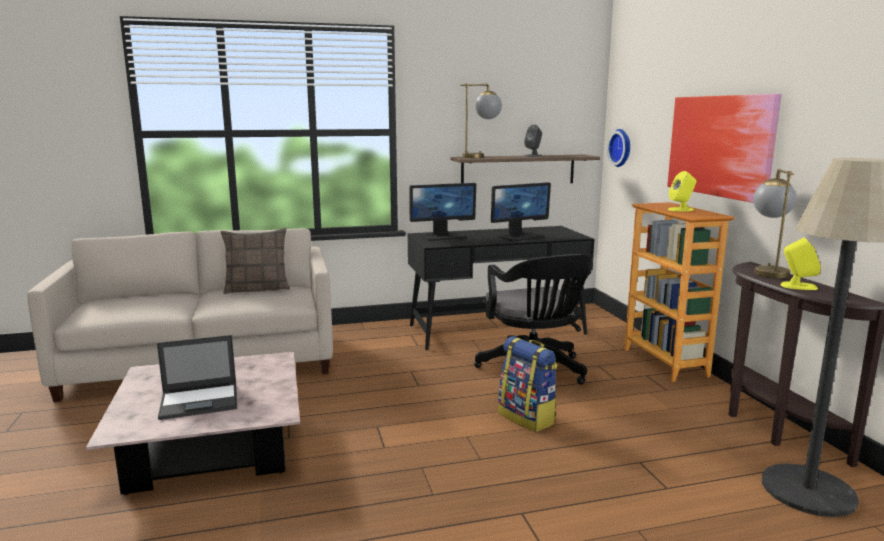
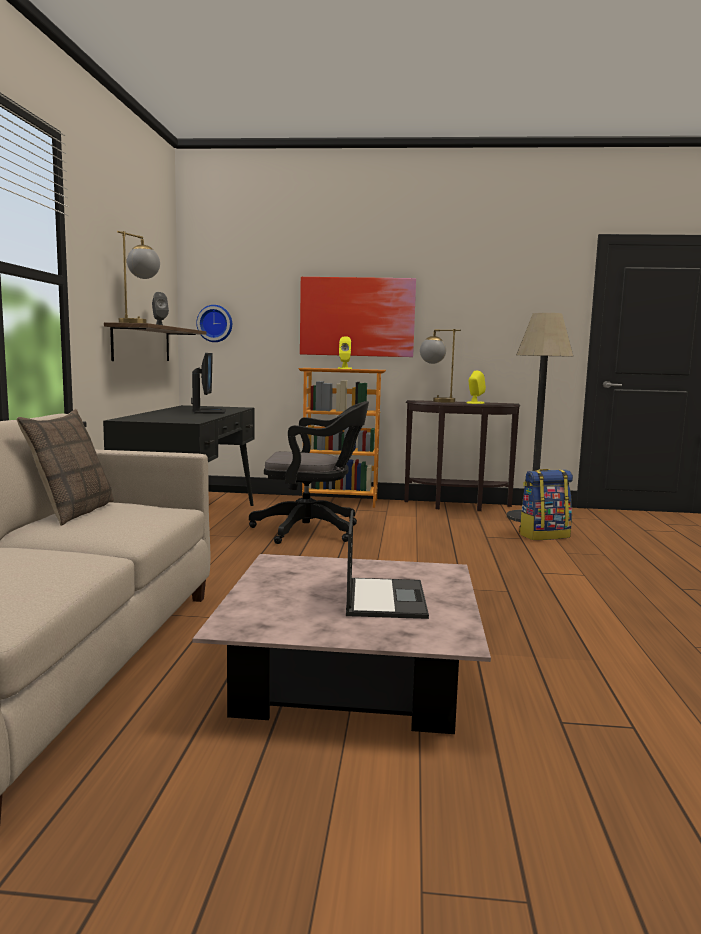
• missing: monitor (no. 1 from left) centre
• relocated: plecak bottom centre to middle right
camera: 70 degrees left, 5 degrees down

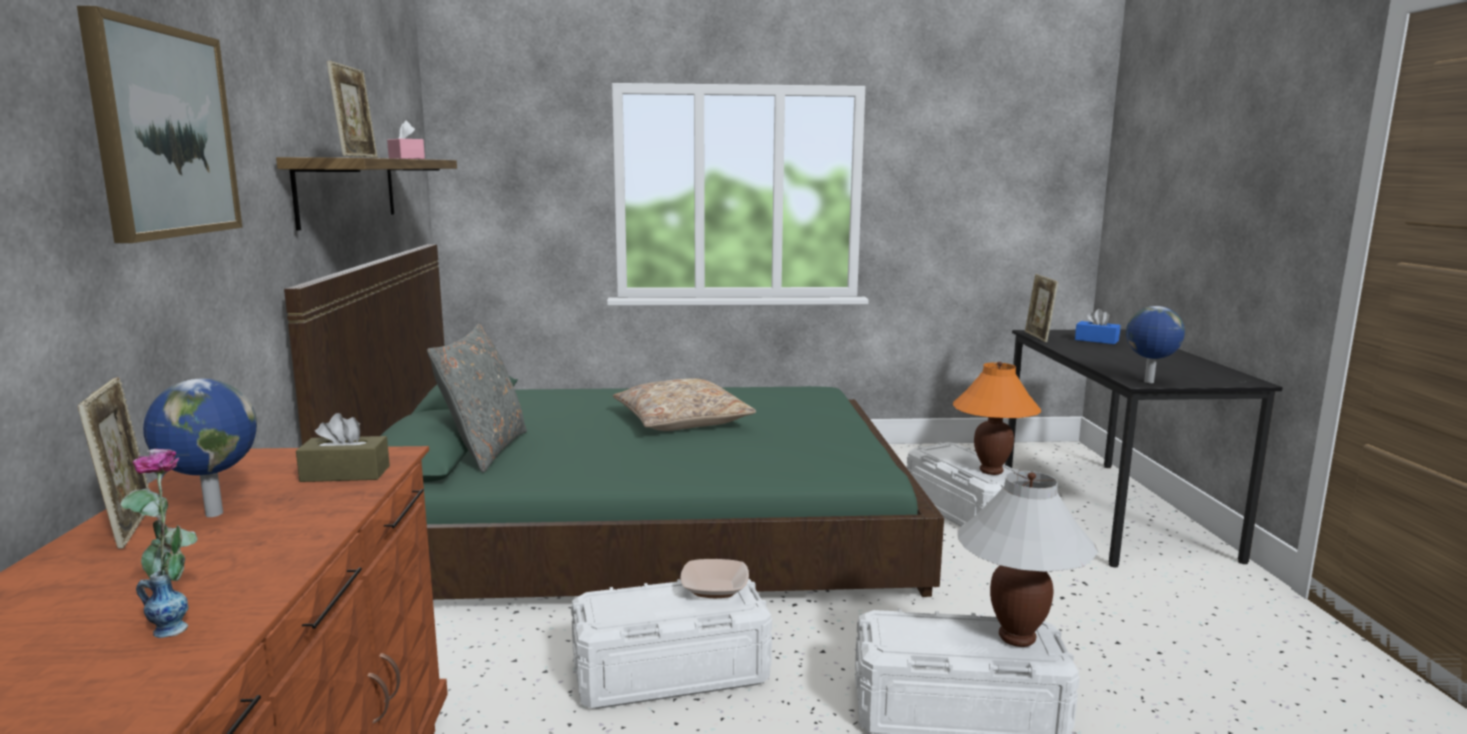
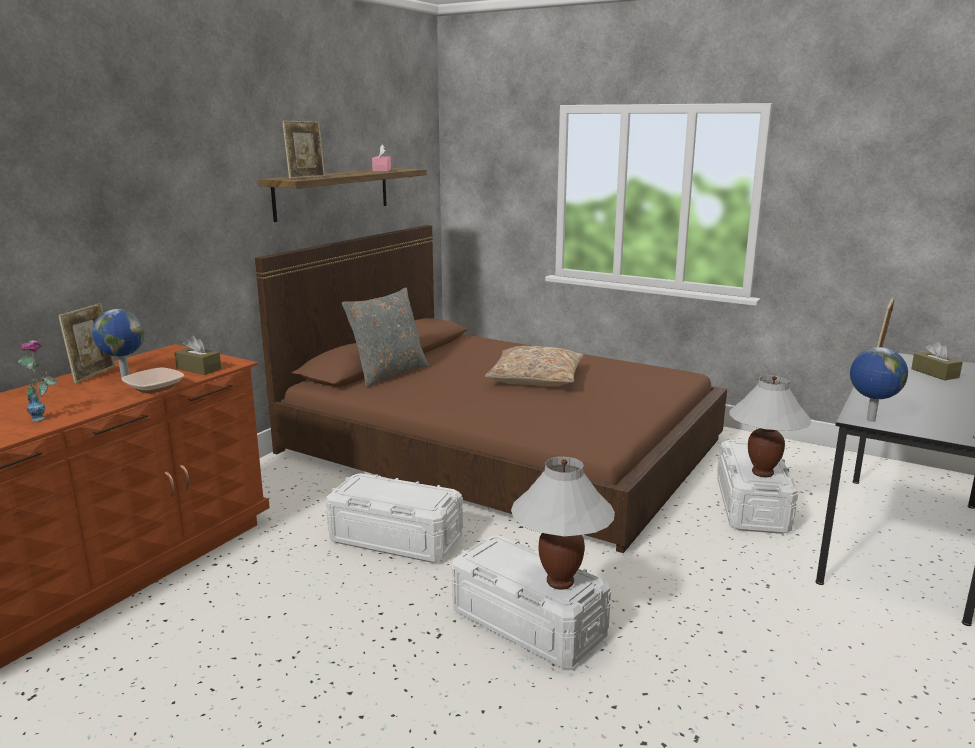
• missing: obraz top left
• colour: łóżko (zielony) centre to łóżko (brązowy) centre
• relocated: miska bottom centre to middle left
• colour: lampa stołowa (pomarańczowy) middle right to lampa stołowa (biały) (no. 2 from left) middle right
• colour: pudełko chusteczek (niebieski) middle right to pudełko chusteczek (brązowy) (no. 2 from left) middle right
camera: 35 degrees right, 5 degrees up

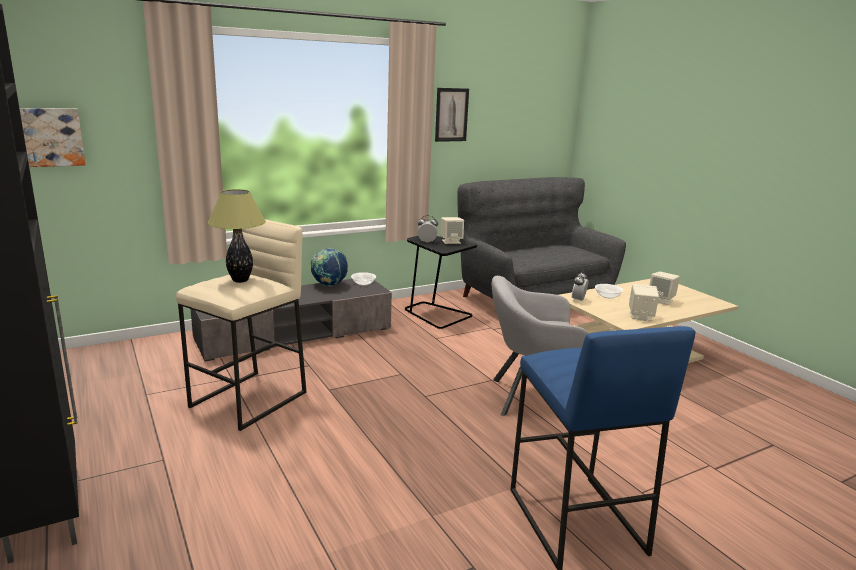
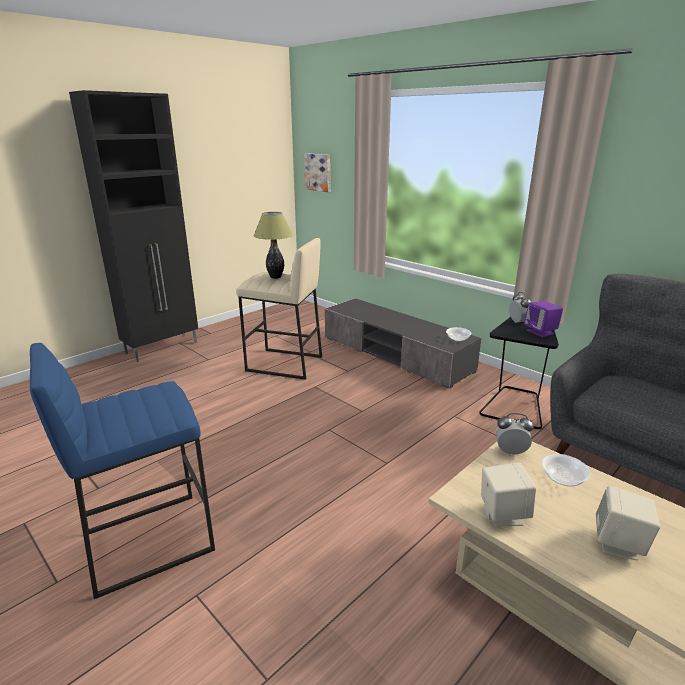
• missing: globus centre
• missing: obraz (no. 2 from left) top centre
• colour: głośnik (beżowy) (no. 1 from left) centre to głośnik (fioletowy) middle right
• missing: fotel (szary) centre
camera: 75 degrees right, 5 degrees up

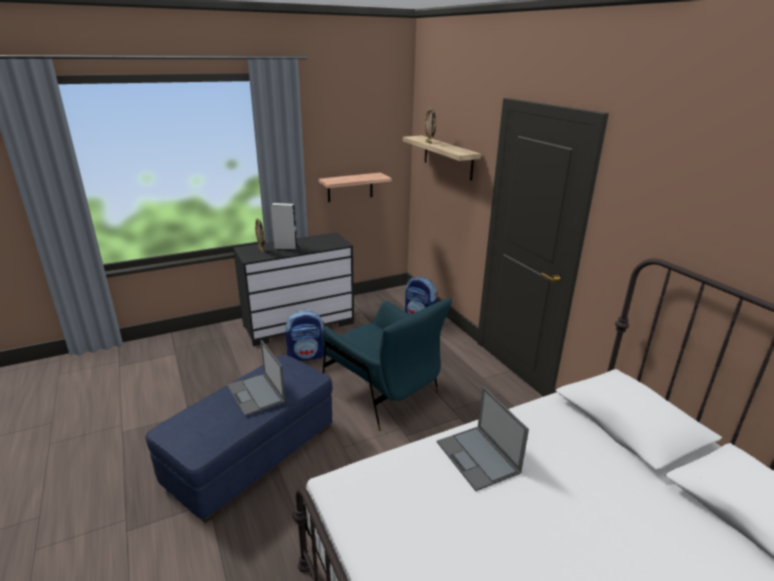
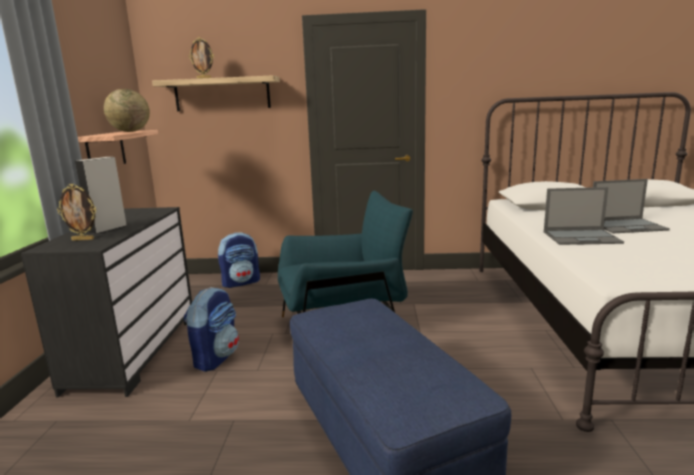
• relocated: laptop (no. 1 from left in the first image) middle left to laptop (no. 2 from left) middle right
• appeared: globus top left
camera: 60 degrees left, 10 degrees down

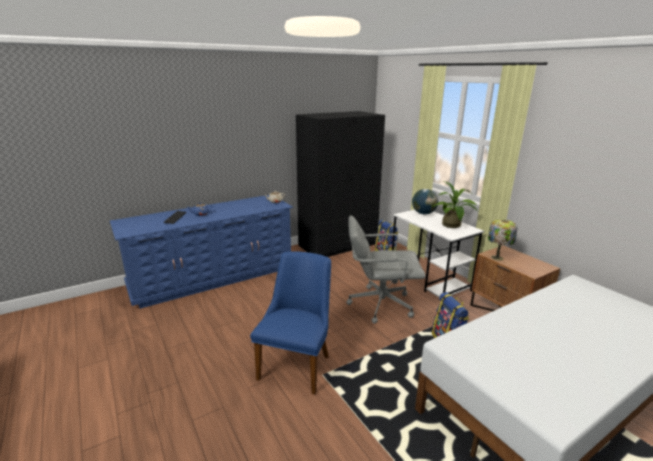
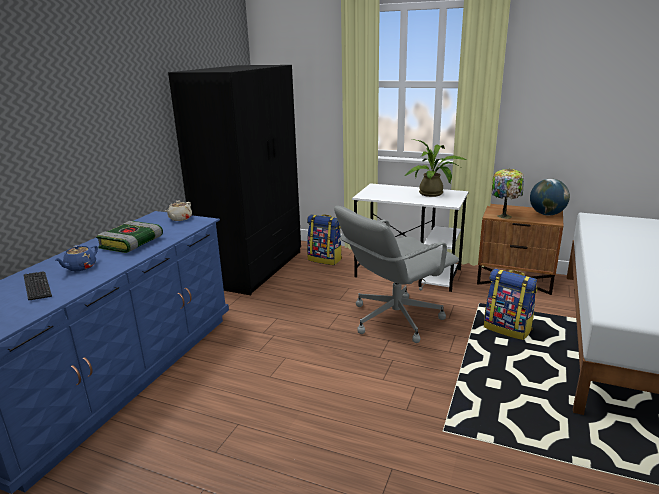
• missing: krzesło (niebieski) bottom centre
• relocated: globus centre to middle right
• appeared: książka middle left
camera: 35 degrees left, 0 degrees up

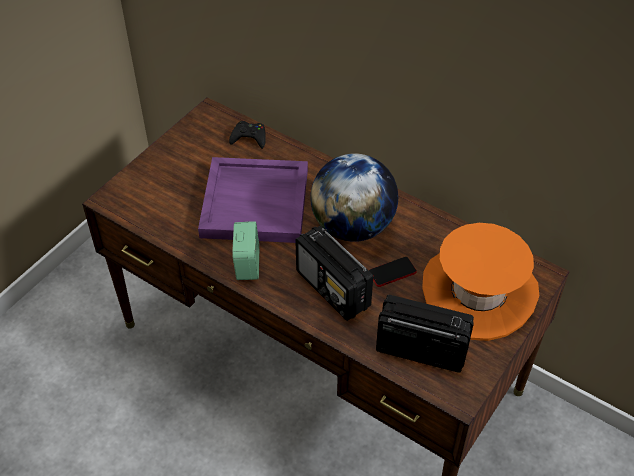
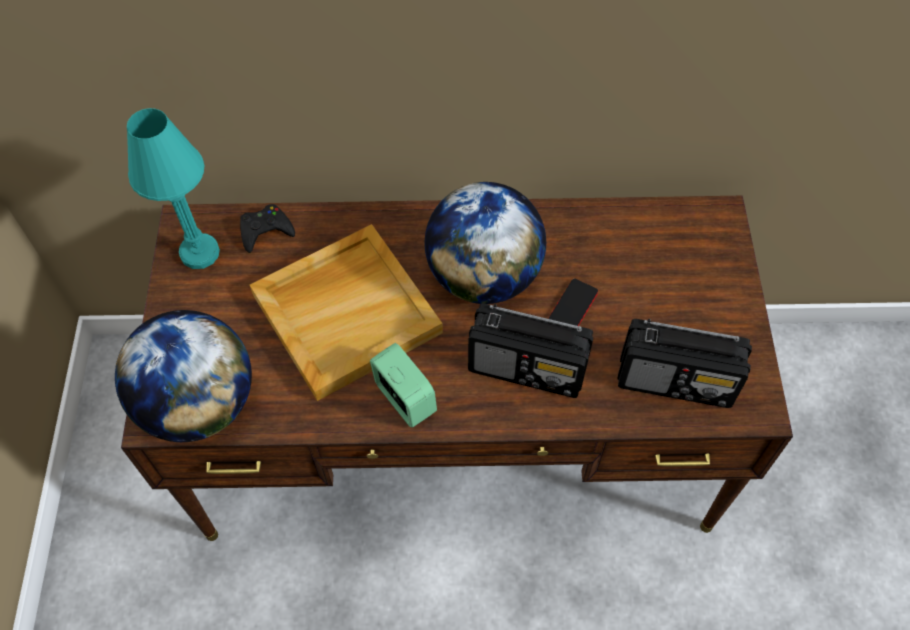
• colour: taca (fioletowy) centre to taca (beżowy) centre
• spun: radio (no. 2 from left) bottom right = middle right 150 degrees counterclockwise
• missing: kapelusz (pomarańczowy) middle right
• appeared: globus (no. 1 from left) middle left
• appeared: lampa stołowa (turkusowy) top left
camera: 35 degrees left, 10 degrees up

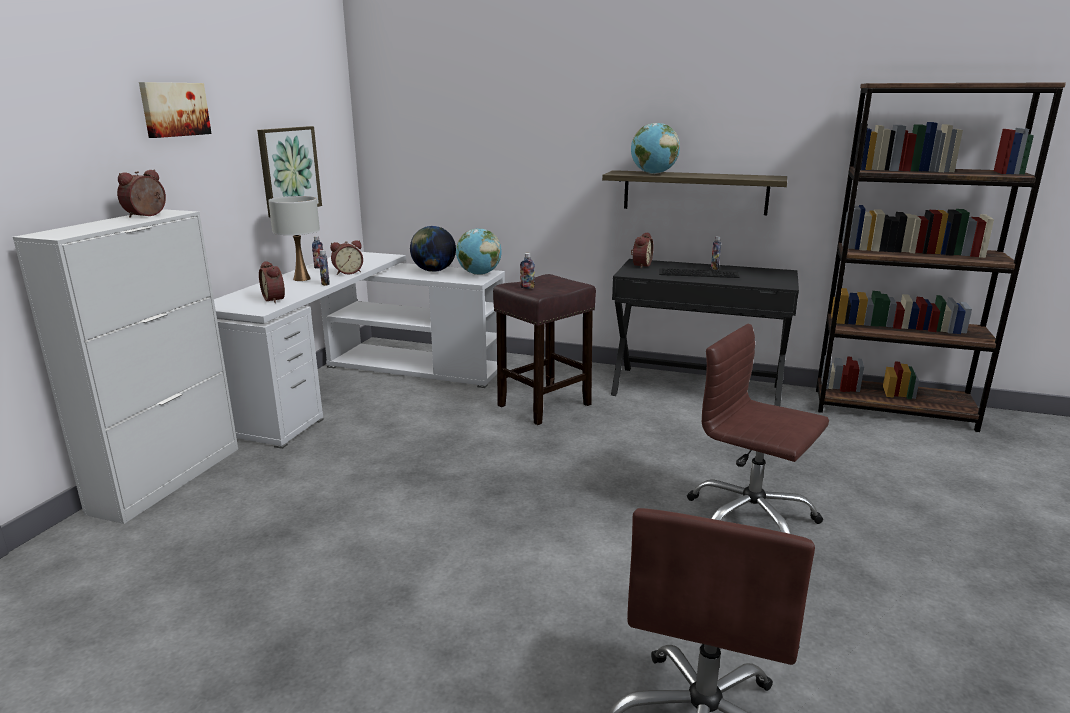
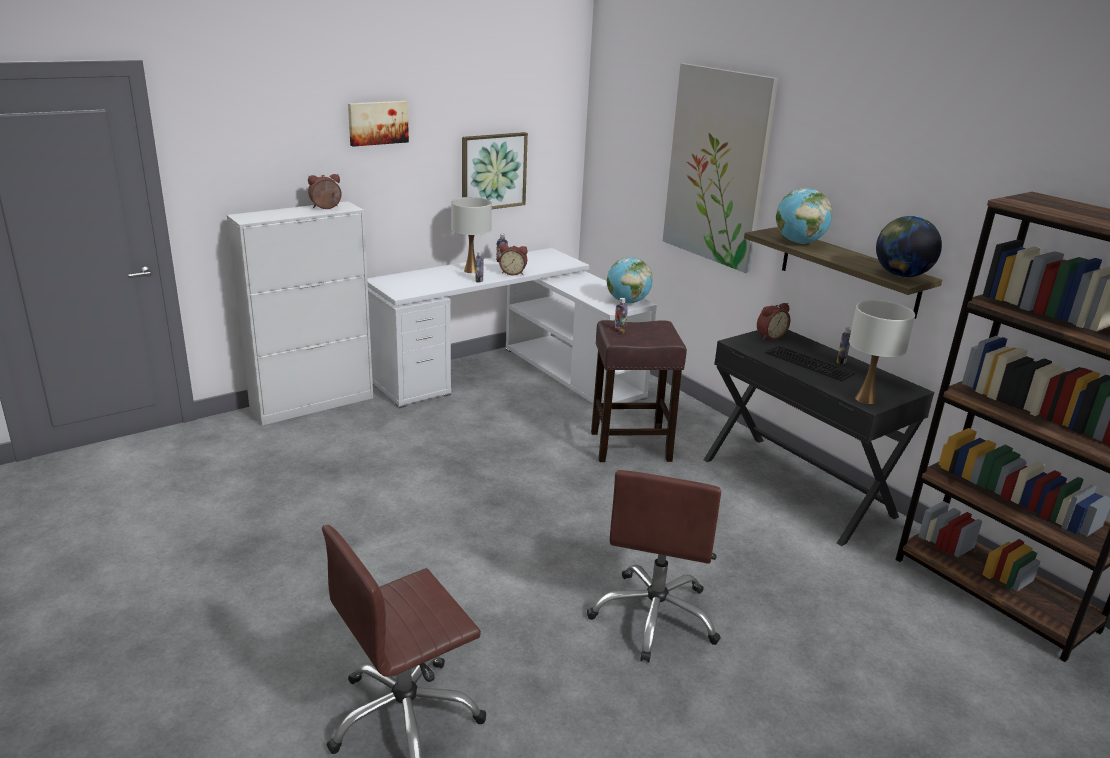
• missing: budzik (no. 2 from left) middle left
• relocated: globus (no. 1 from left in the first image) centre to globus (no. 3 from left) top right
• spun: krzesło biurowe (brązowy) (no. 2 from left) middle right = bottom centre 150 degrees counterclockwise
• appeared: obraz (no. 3 from left) top centre
• appeared: lampa stołowa (biały) (no. 2 from left) middle right
camera: 35 degrees right, 5 degrees up

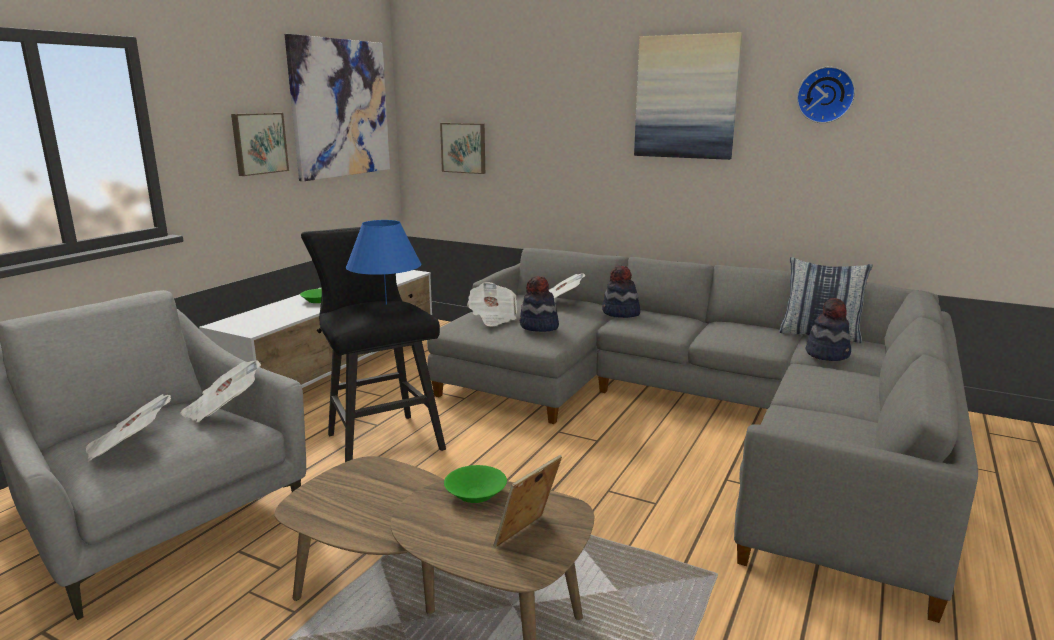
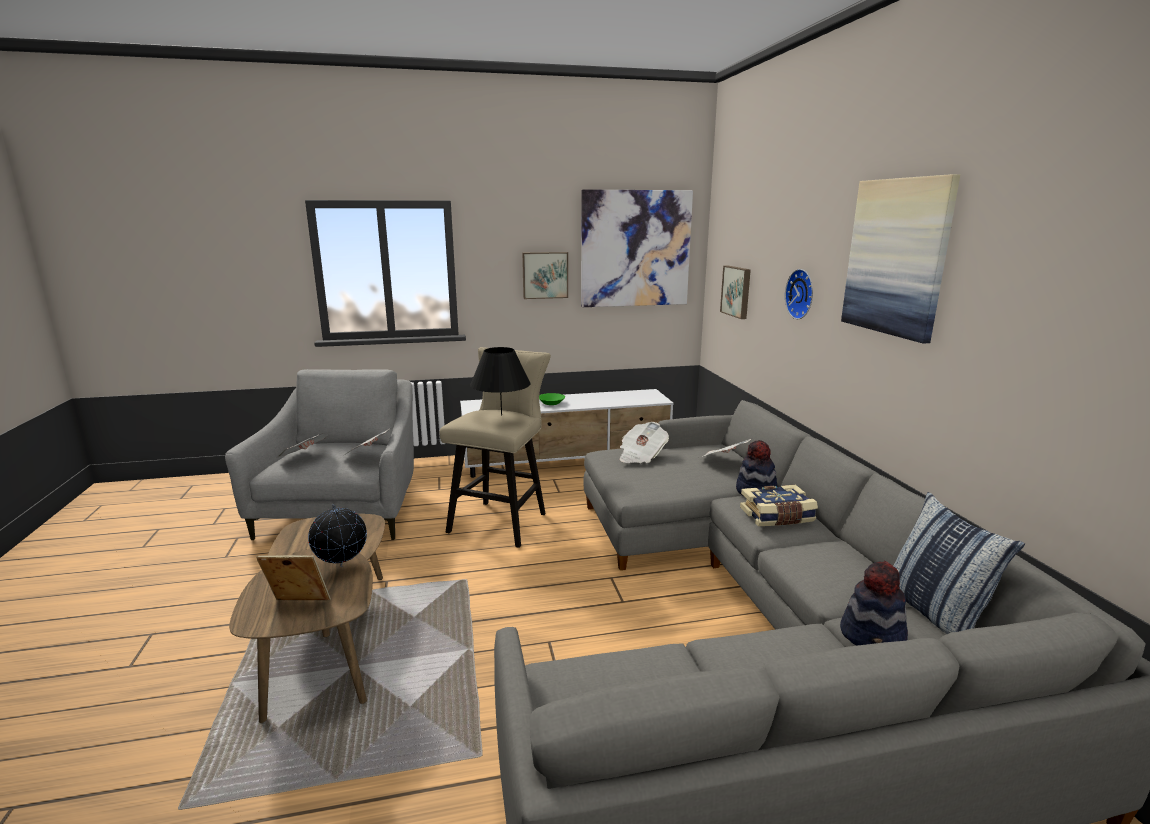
• colour: stołek (czarny) centre to stołek (beżowy) centre
• colour: lampa stołowa (niebieski) centre to lampa stołowa (czarny) centre
• exchanged: miska (zielony) (no. 2 from left) bottom centre to globus middle left
• missing: kapelusz (no. 1 from left) centre
• relocated: zegar ścienny top right to middle right
• appeared: książka middle right
camera: 50 degrees right, 0 degrees up

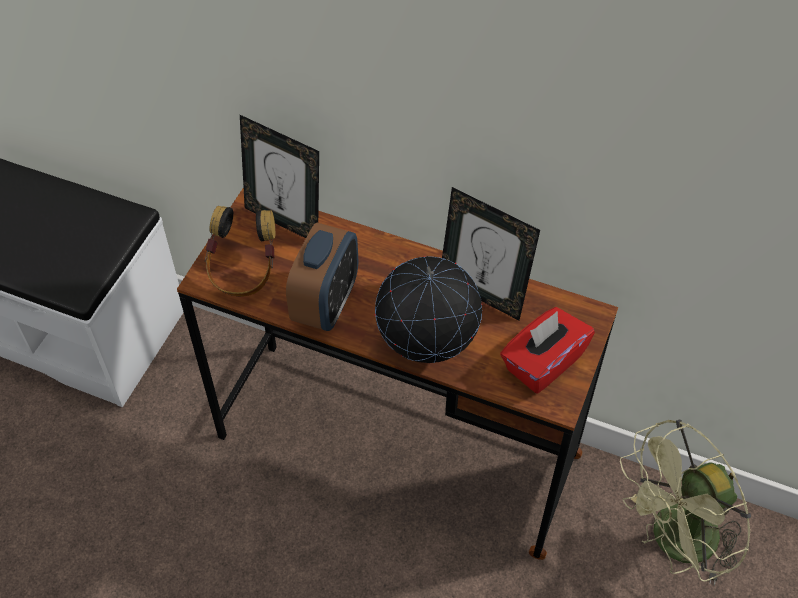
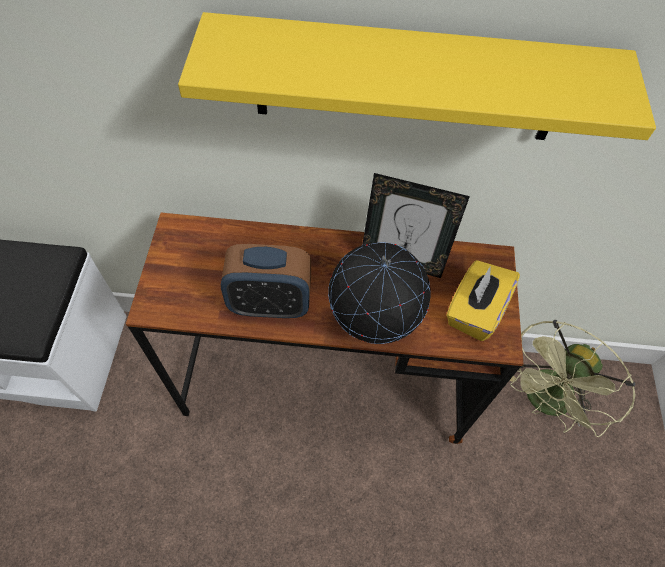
• missing: słuchawki middle left
• missing: ramka na zdjęcie (no. 1 from left) top centre
• spun: budzik centre = centre 90 degrees clockwise
• colour: pudełko chusteczek (czerwony) middle right to pudełko chusteczek (żółty) middle right
• appeared: półka (żółty) top centre
camera: 20 degrees left, 5 degrees up

